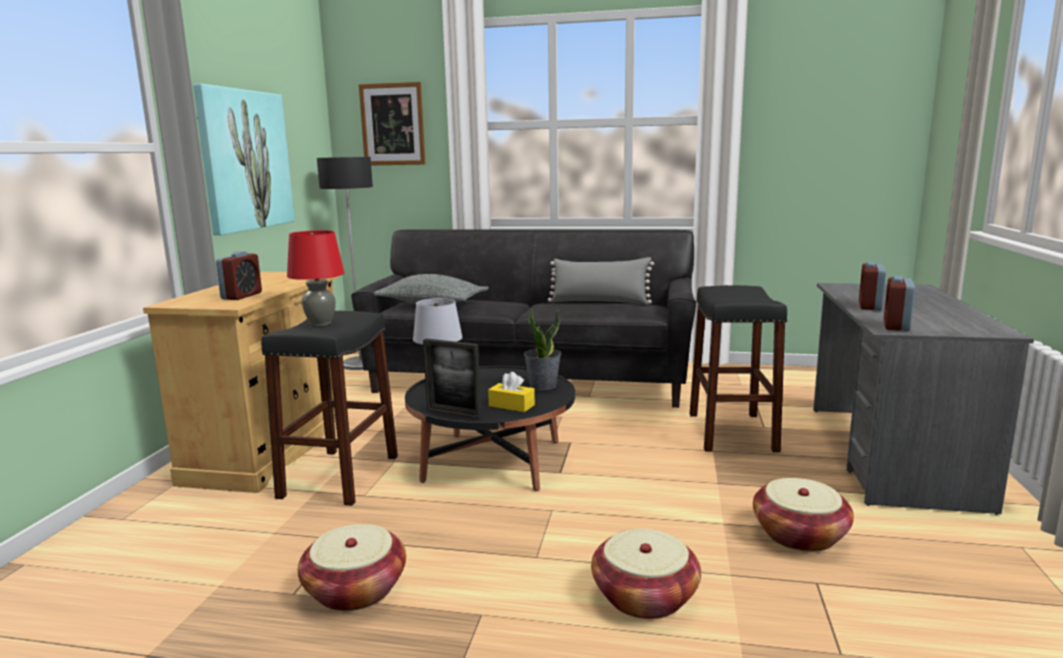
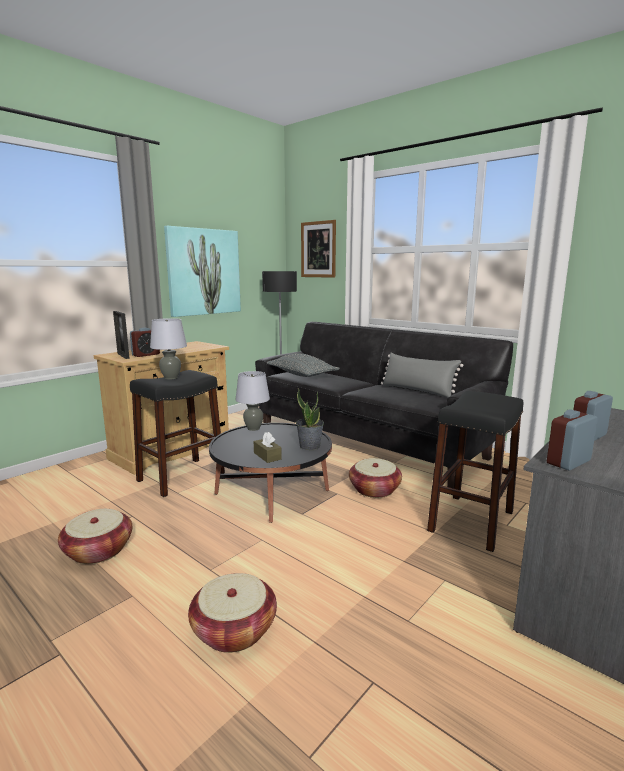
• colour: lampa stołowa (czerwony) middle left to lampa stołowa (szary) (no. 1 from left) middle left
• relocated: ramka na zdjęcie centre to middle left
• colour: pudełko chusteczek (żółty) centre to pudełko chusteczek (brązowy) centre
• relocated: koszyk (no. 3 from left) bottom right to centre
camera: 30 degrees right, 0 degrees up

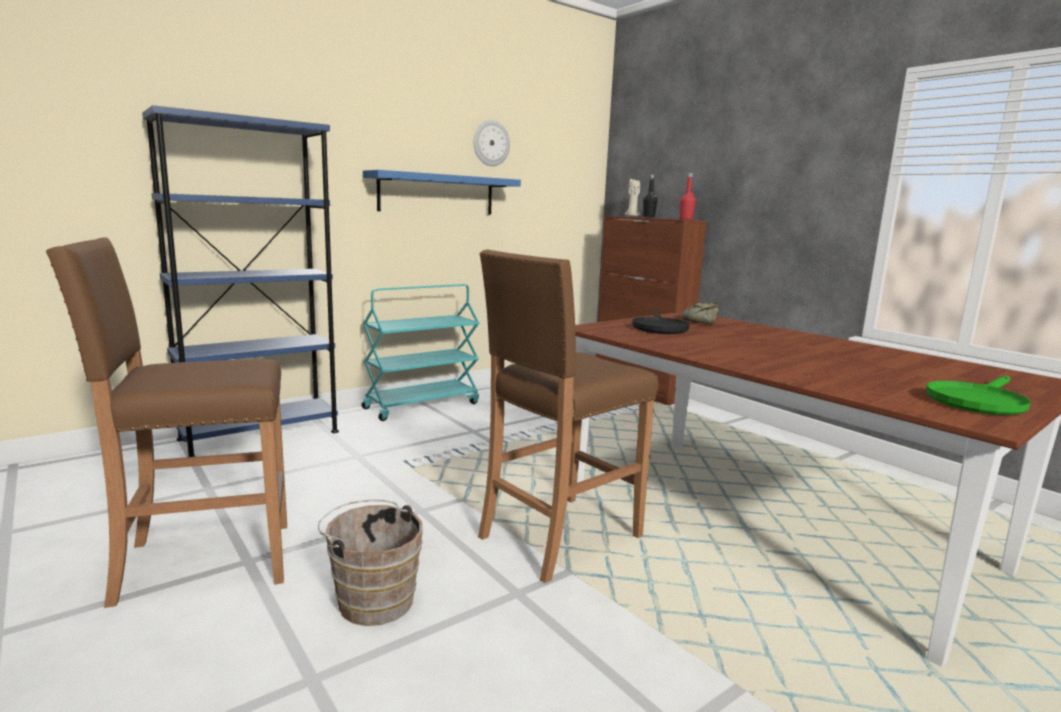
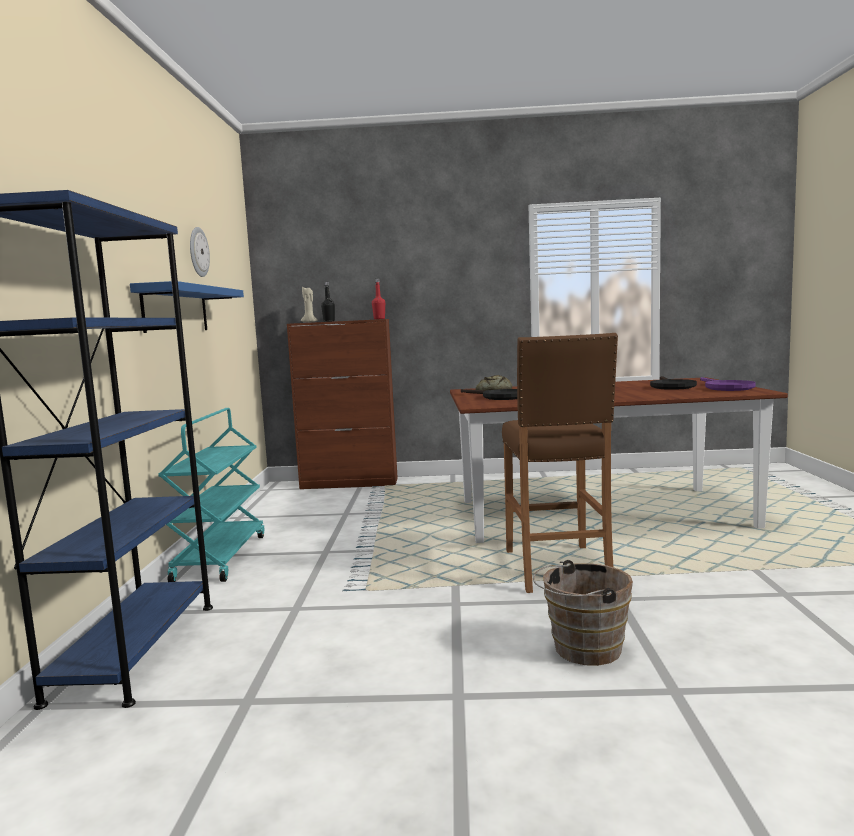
• missing: stołek (brązowy) (no. 1 from left) middle left
• colour: patelnia (zielony) middle right to patelnia (fioletowy) middle right
• appeared: patelnia (czarny) (no. 2 from left) middle right
camera: 50 degrees left, 5 degrees down

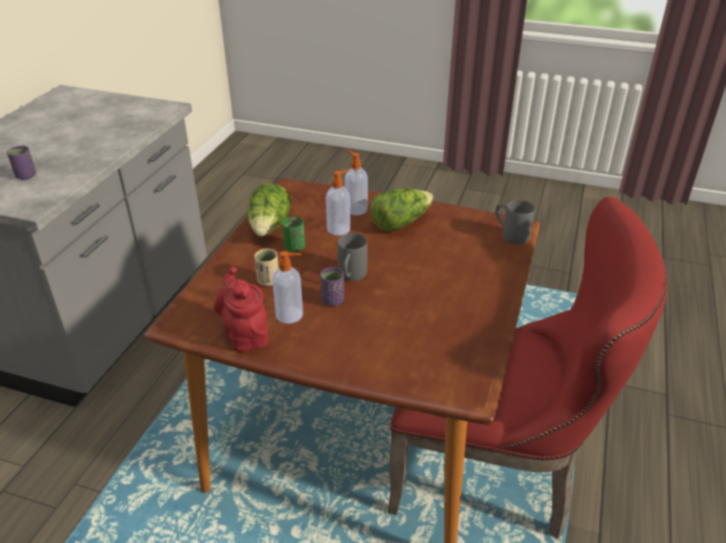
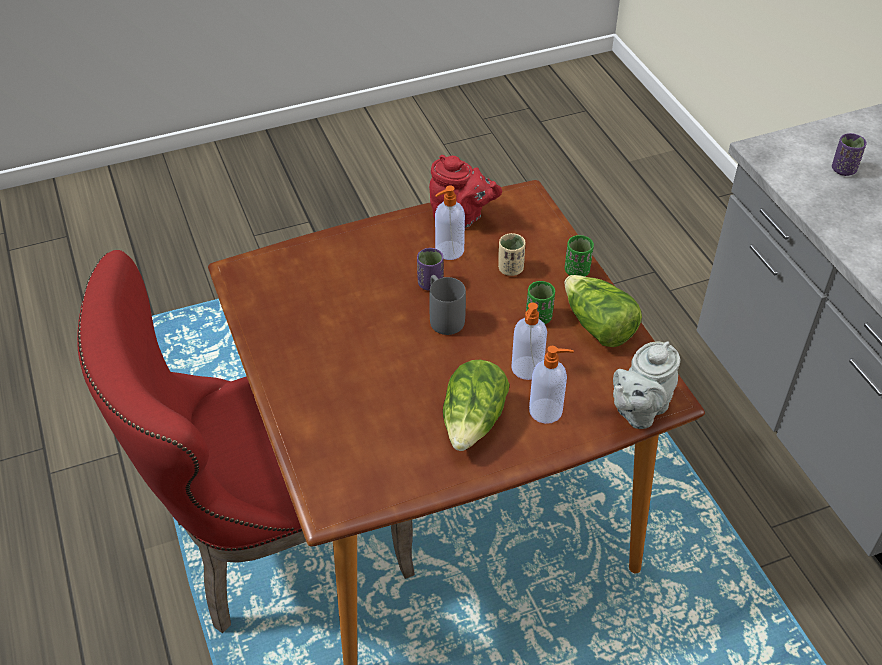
• missing: kubek (szary) (no. 2 from left) middle right
• appeared: filiżanka (zielony) (no. 2 from left) centre
• appeared: imbryk (szary) middle right
camera: 140 degrees right, 10 degrees up

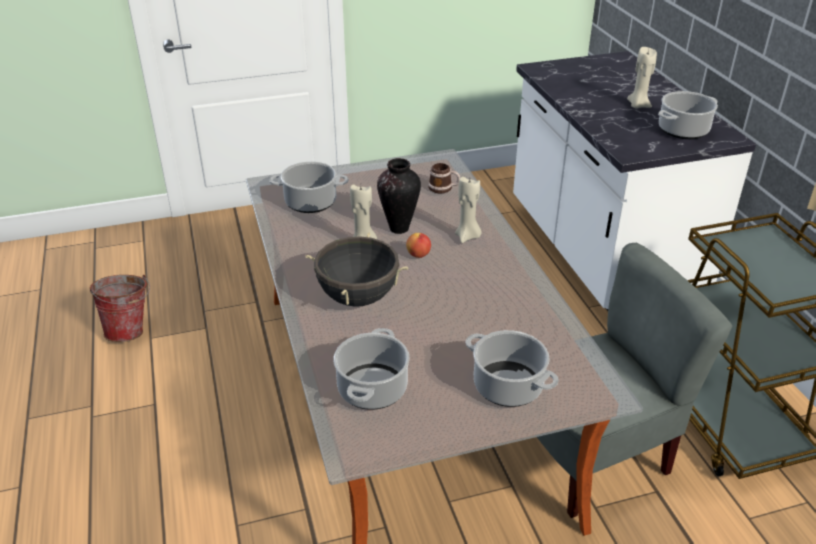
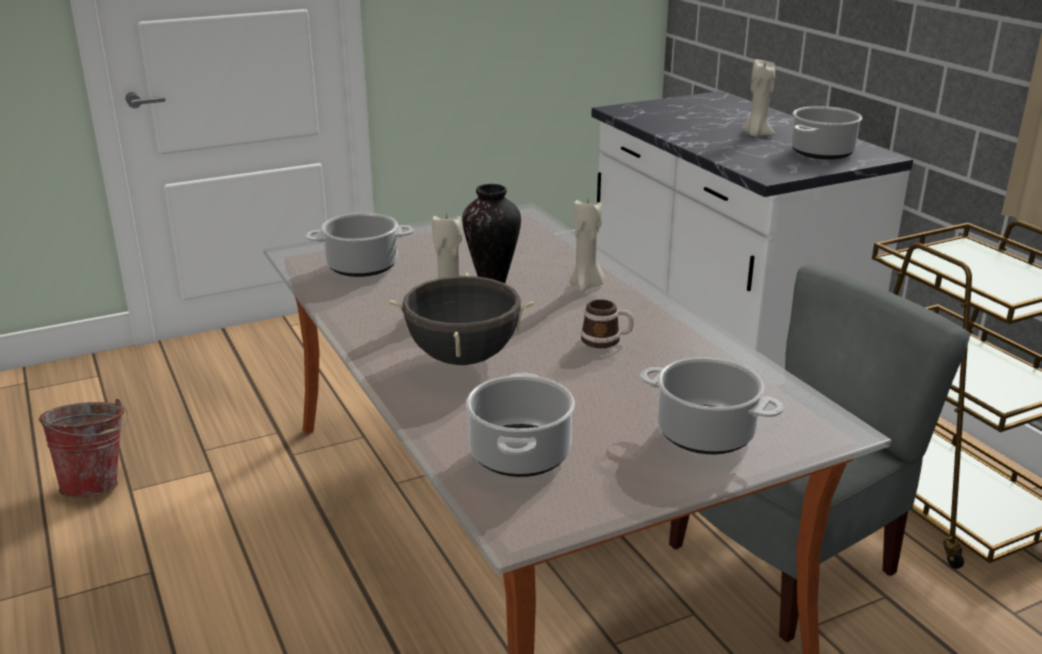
• missing: jabłko centre
• relocated: kubek top centre to centre
camera: 10 degrees left, 10 degrees down

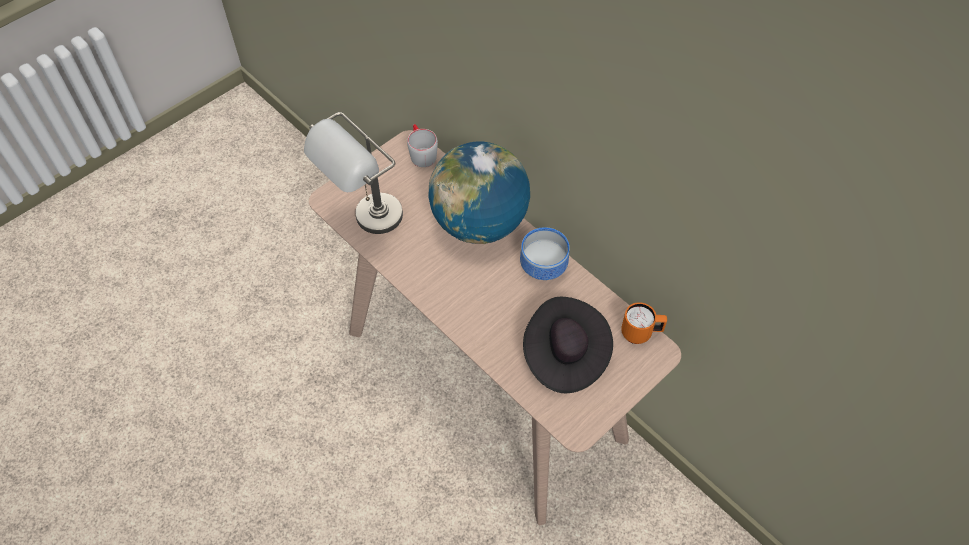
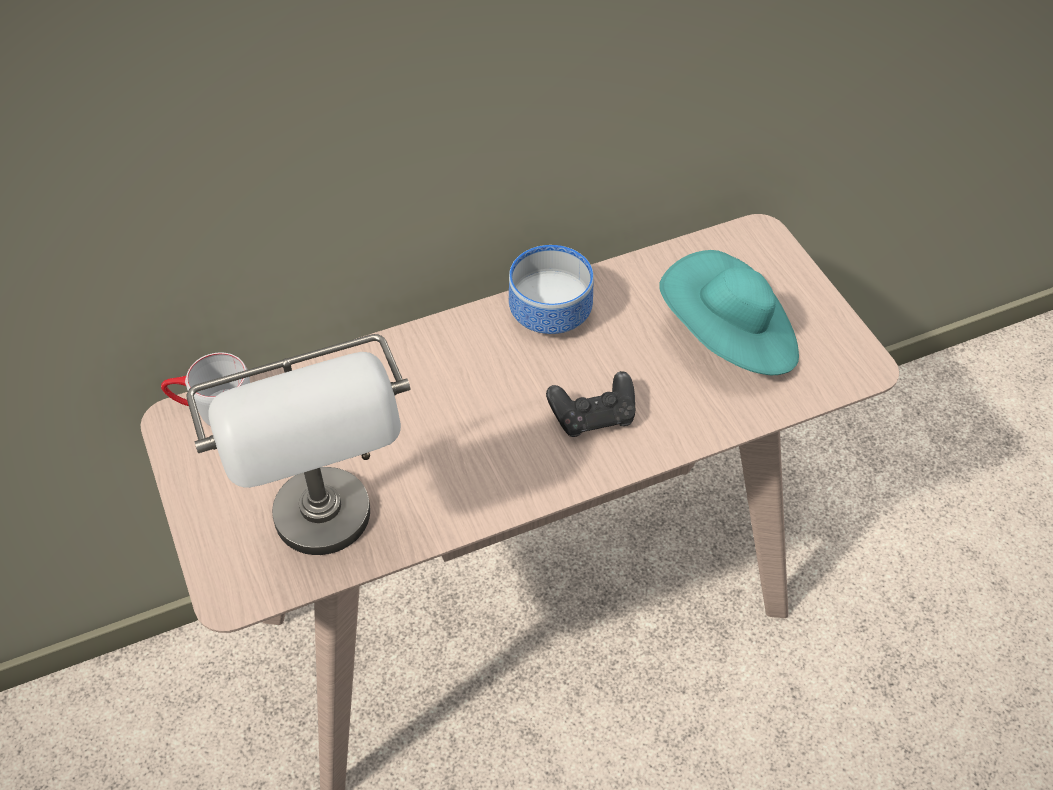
• missing: globus centre
• colour: kapelusz (czarny) centre to kapelusz (turkusowy) middle right
• missing: kubek (pomarańczowy) centre
• appeared: pad do gier (czarny) centre
camera: 70 degrees left, 5 degrees down

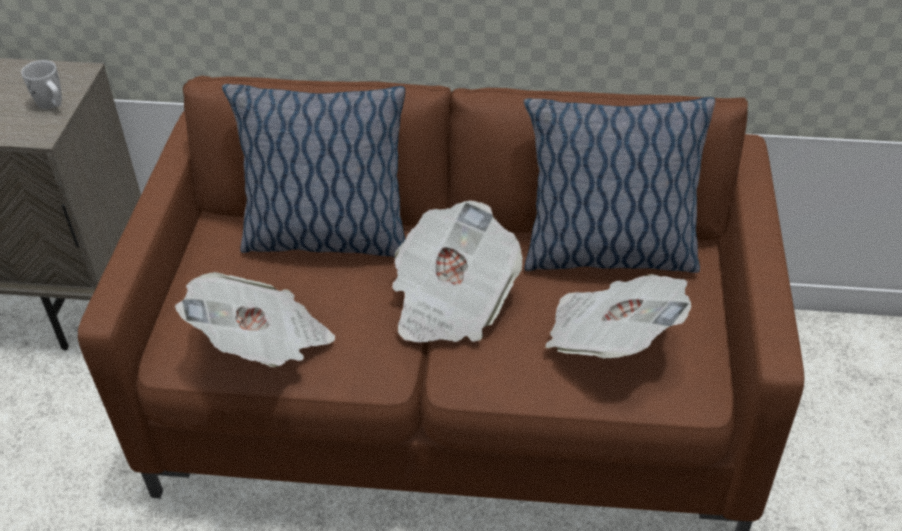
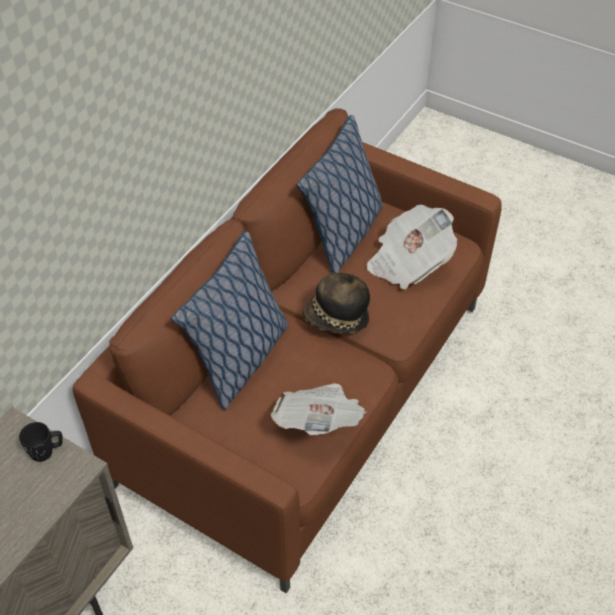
• colour: kubek (biały) top left to kubek (czarny) bottom left
• exchanged: gazeta (no. 2 from left) centre to kapelusz centre
camera: 65 degrees left, 5 degrees up

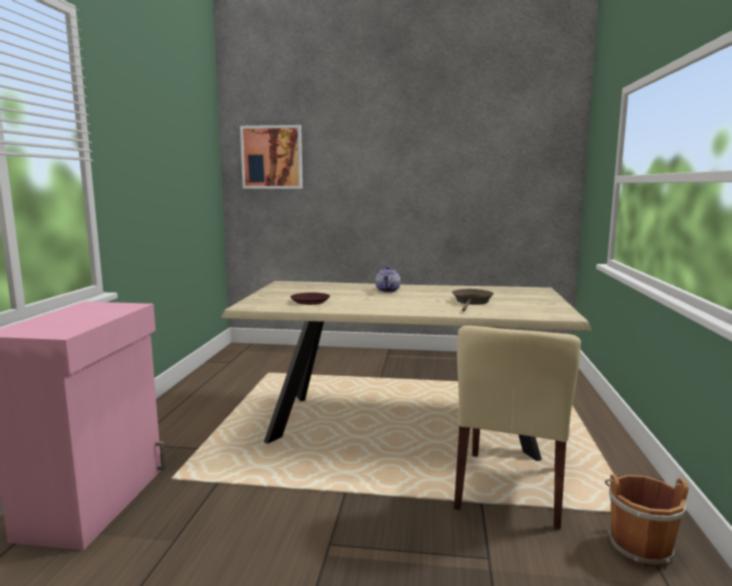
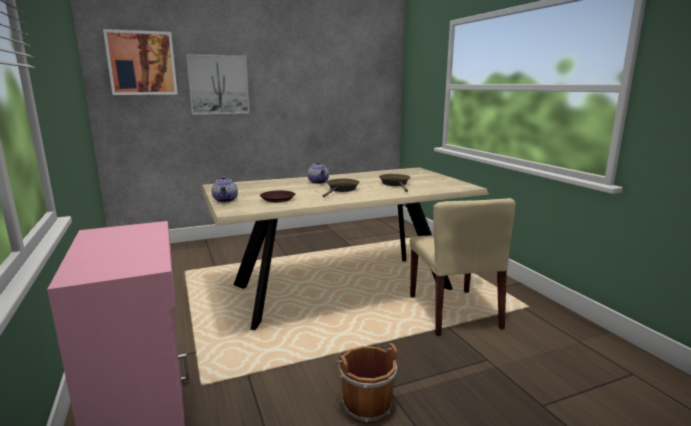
• relocated: wiadro (brązowy) bottom right to bottom centre
• appeared: obraz (no. 2 from left) top left
• appeared: imbryk (no. 1 from left) middle left
• appeared: patelnia (brązowy) (no. 1 from left) centre
camera: 30 degrees left, 5 degrees up

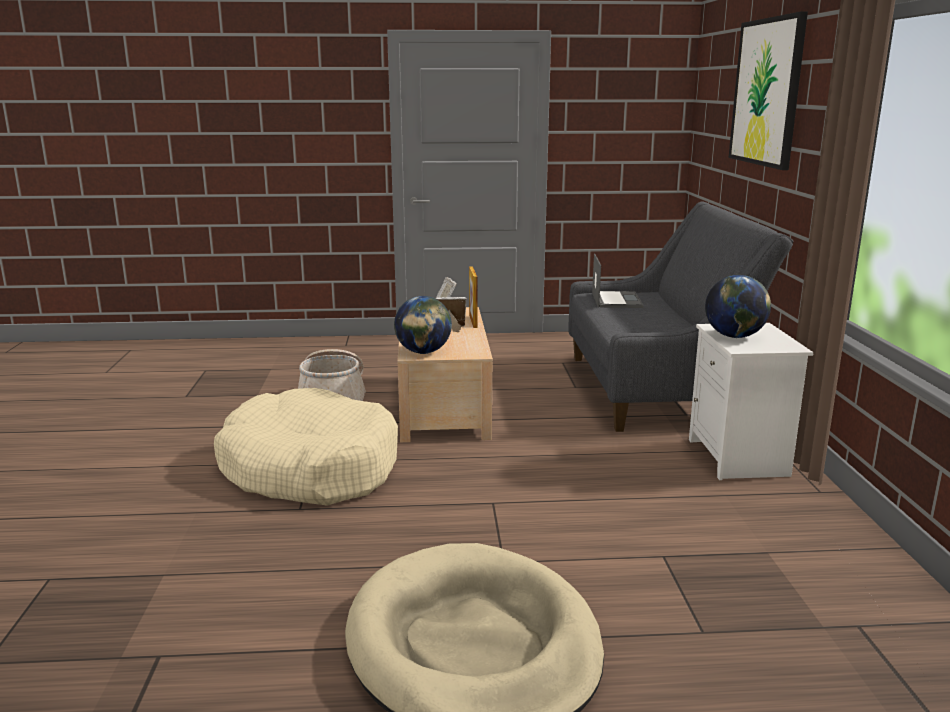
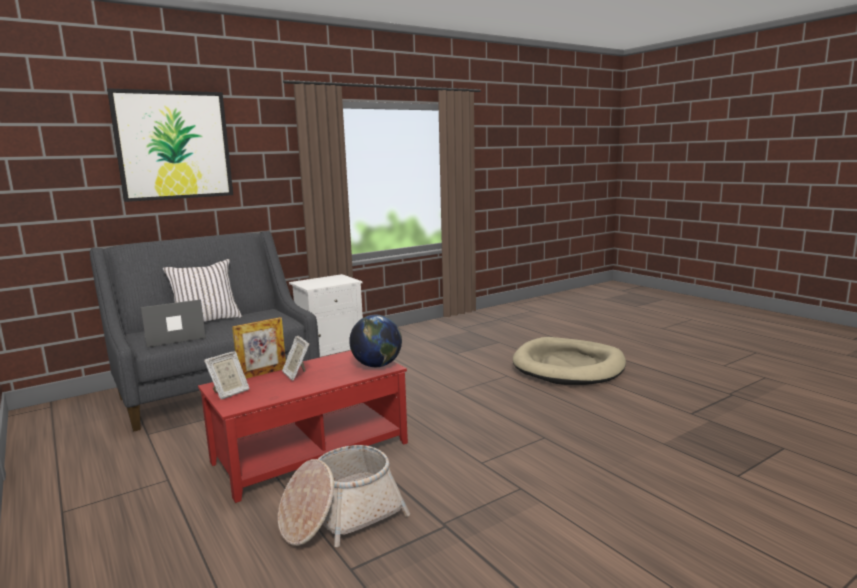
• missing: legowisko (beżowy) (no. 1 from left) middle left
• colour: ława (beżowy) centre to ława (czerwony) bottom centre
• missing: globus (no. 2 from left) middle right
• appeared: poduszka (biały) middle left
camera: 120 degrees left, 5 degrees down

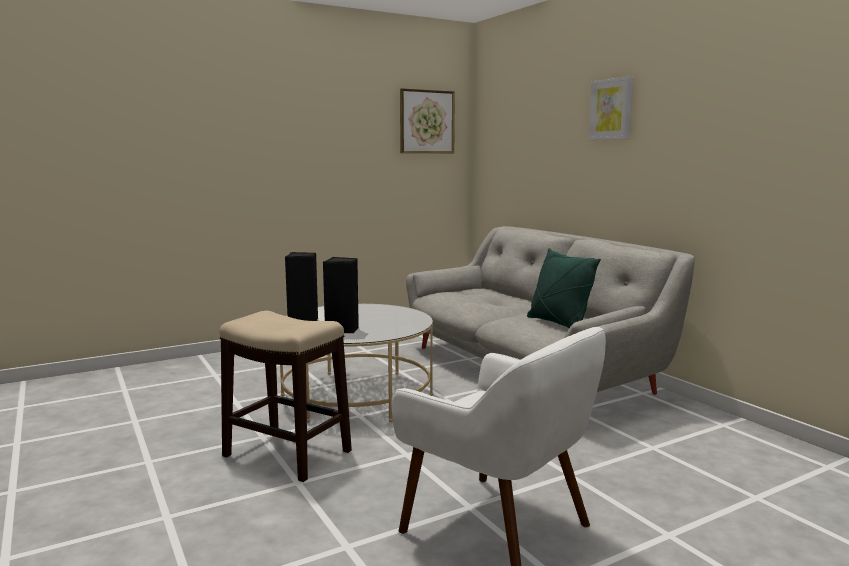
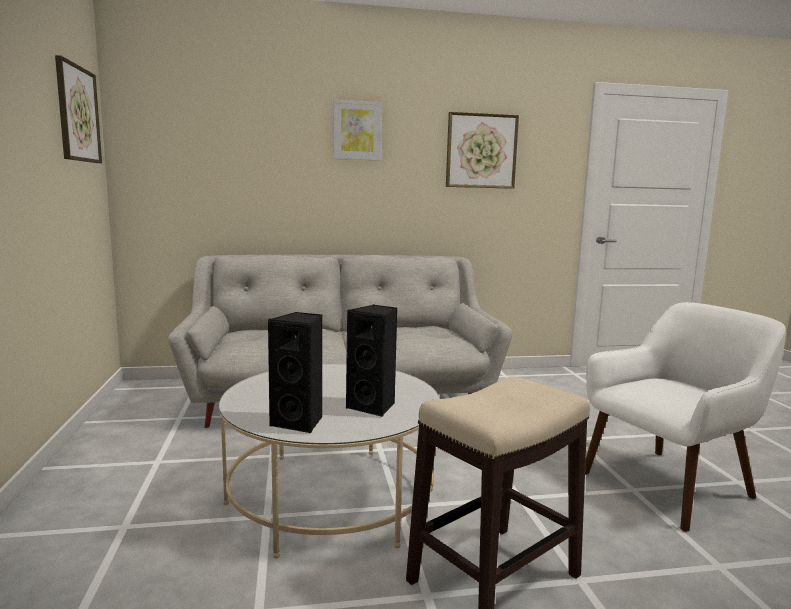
• missing: poduszka (zielony) centre
• appeared: obraz (no. 3 from left) top centre
camera: 70 degrees left, 0 degrees up

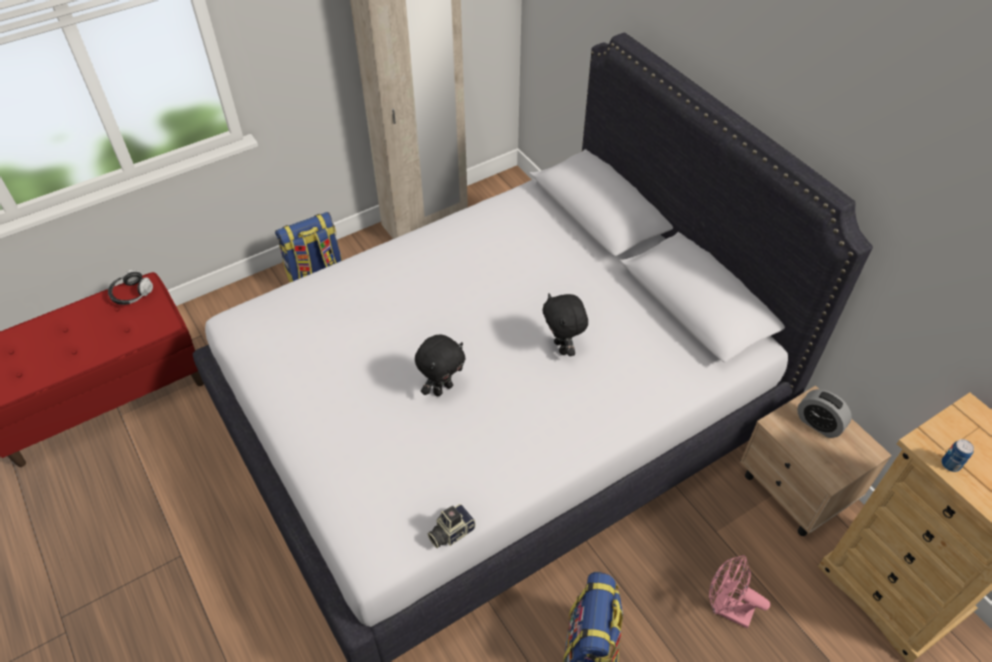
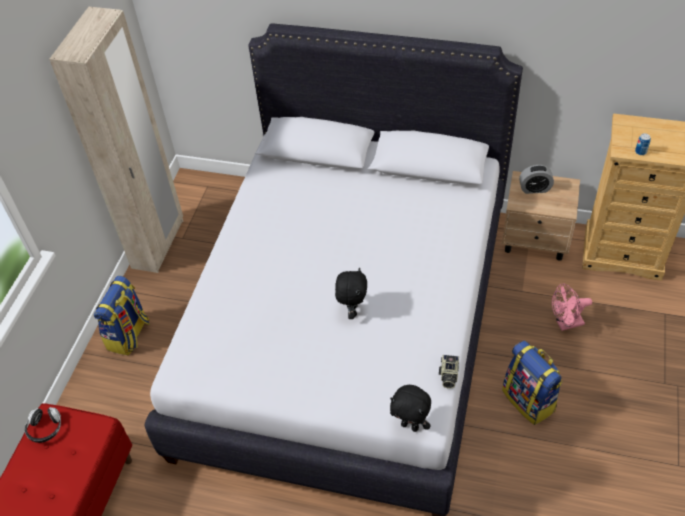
• relocated: pluszak (czarny) (no. 2 from left) centre to bottom centre
camera: 40 degrees left, 0 degrees up

